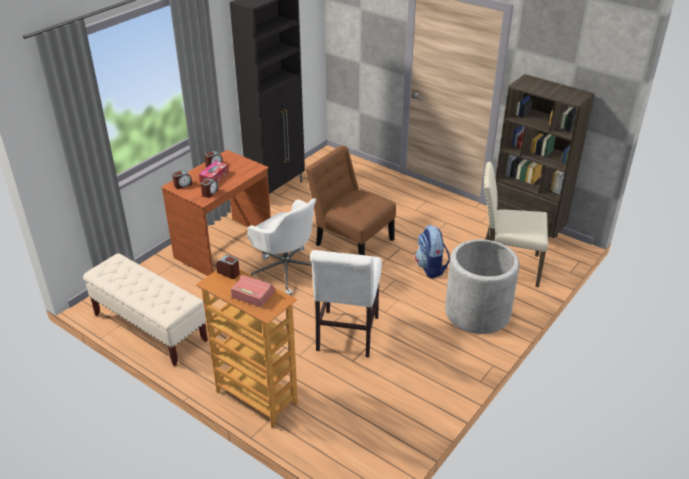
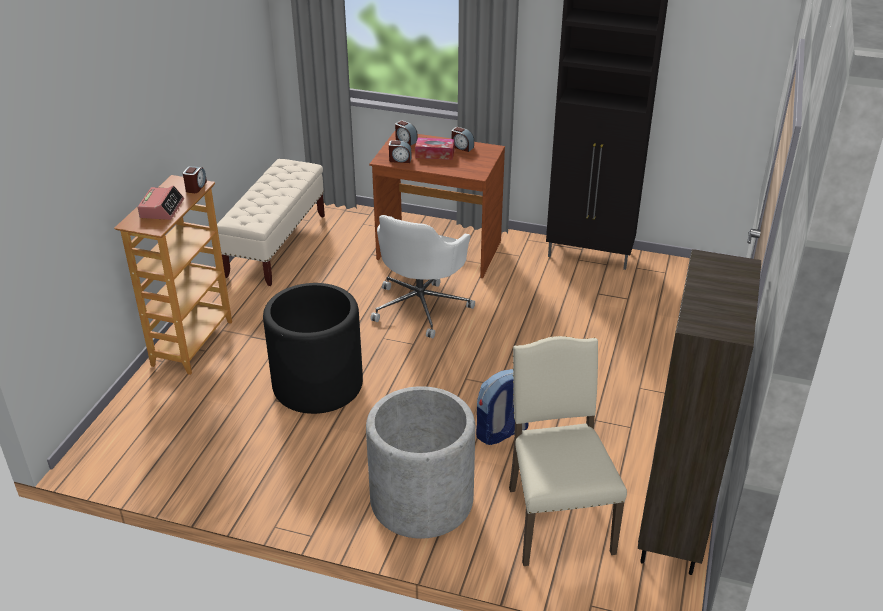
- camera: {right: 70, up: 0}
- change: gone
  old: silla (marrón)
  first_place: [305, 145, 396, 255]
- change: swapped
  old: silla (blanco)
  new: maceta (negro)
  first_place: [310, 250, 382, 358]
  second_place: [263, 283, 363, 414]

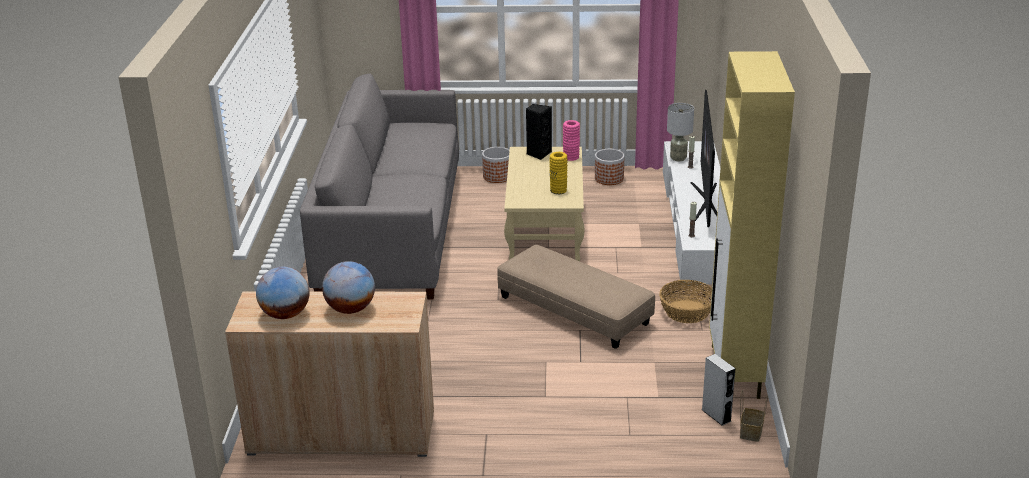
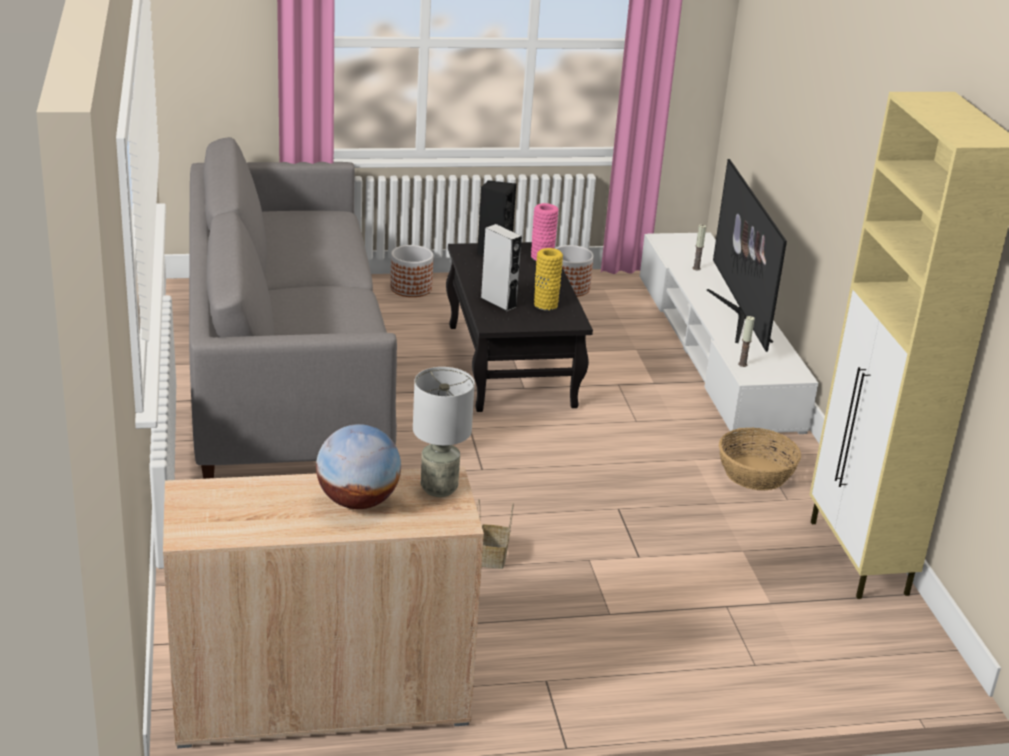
- camera: {right: -15, up: 0}
- change: gone
  old: globo terráqueo
  first_place: [256, 267, 309, 319]
- change: gone
  old: puf (beis)
  first_place: [497, 245, 655, 349]
- change: shifted
  old: lámpara de mesa (gris)
  first_place: [667, 103, 694, 161]
  second_place: [413, 367, 475, 497]
- change: shifted
  old: altavoz (gris)
  first_place: [702, 354, 735, 426]
  second_place: [481, 224, 522, 311]
- change: shifted
  old: cesta
  first_place: [740, 390, 768, 442]
  second_place: [477, 499, 513, 569]
- change: repainted
  old: mesa de centro (beis)
  new: mesa de centro (negro)
  first_place: [504, 147, 584, 261]
  second_place: [446, 242, 593, 412]

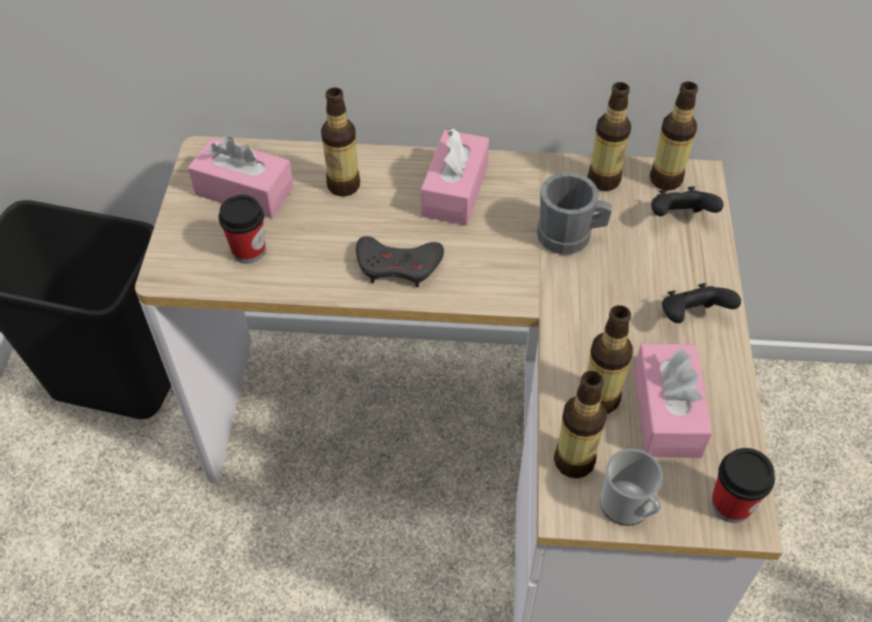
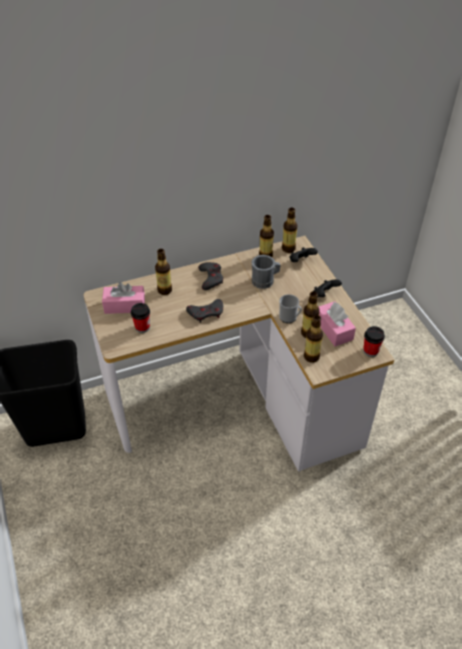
- camera: {right: -25, up: -5}
- change: shifted
  old: taza grande
  first_place: [600, 449, 663, 526]
  second_place: [279, 294, 302, 323]
- change: swapped
  old: caja de pañuelos (rosa)
  new: mando de consola (gris)
  first_place: [421, 128, 489, 226]
  second_place: [198, 262, 223, 290]

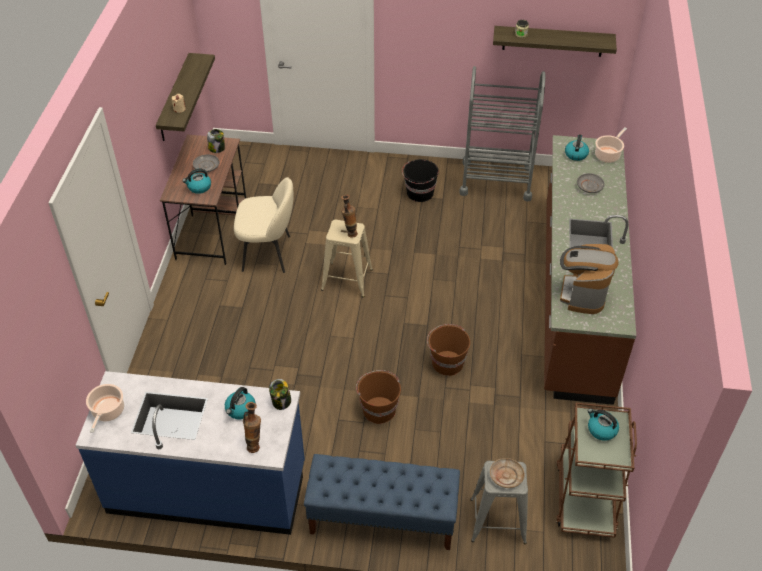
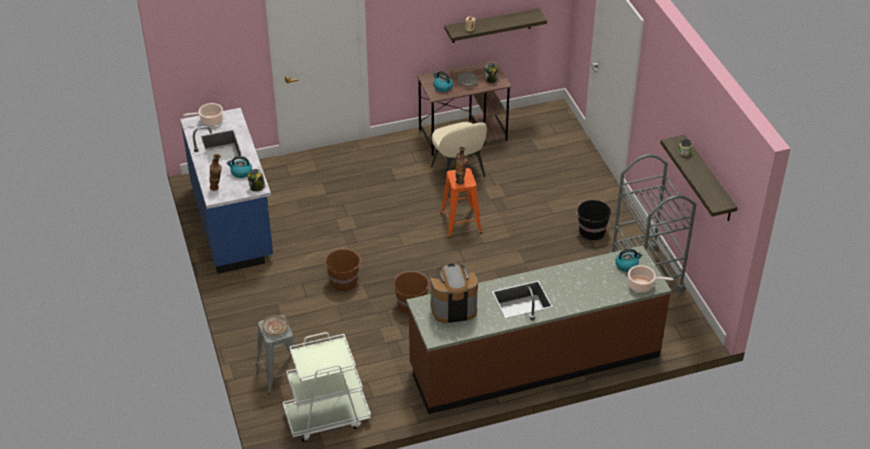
- camera: {right: 65, up: -5}
- change: gone
  old: banco (azul)
  first_place: [304, 454, 460, 550]
- change: gone
  old: plato (gris)
  first_place: [577, 173, 605, 193]
- change: gone
  old: hervidor
  first_place: [588, 409, 619, 441]
- change: repainted
  old: taburete (beis)
  new: taburete (naranja)
  first_place: [321, 220, 373, 297]
  second_place: [440, 168, 482, 238]
- change: repainted
  old: carrito (marrón)
  new: carrito (blanco)
  first_place: [556, 403, 637, 538]
  second_place: [283, 332, 371, 442]

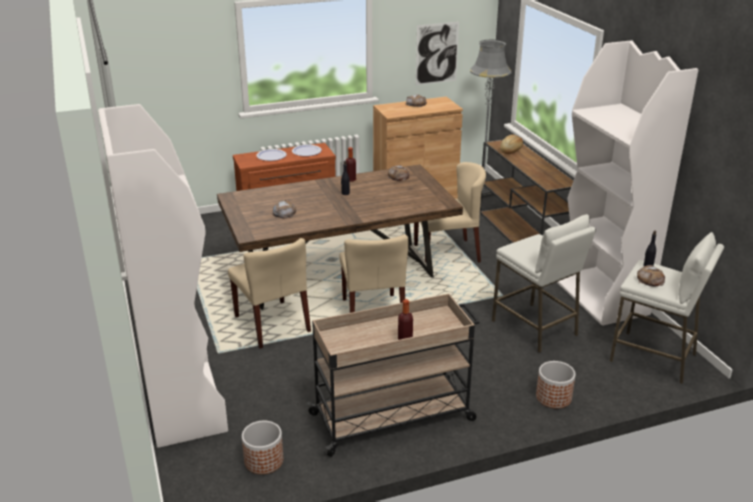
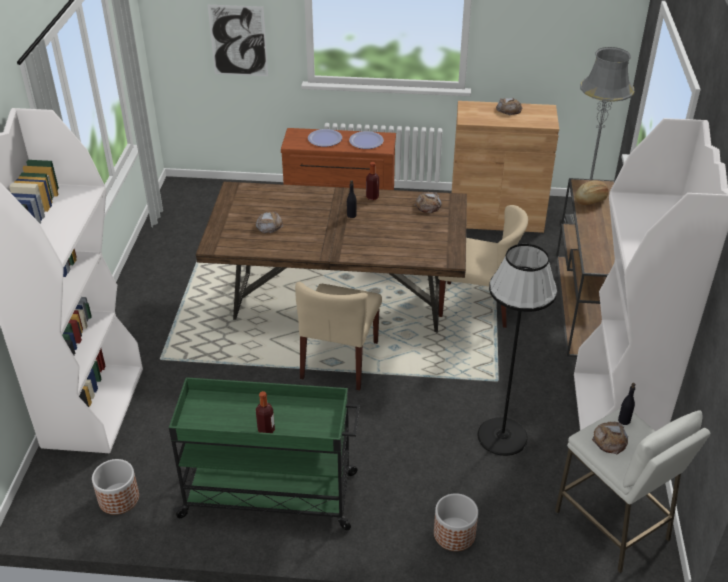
- camera: {right: 25, up: 10}
- change: gone
  old: silla (beis)
  first_place: [228, 238, 311, 349]
- change: shifted
  old: cuadro
  first_place: [416, 22, 459, 85]
  second_place: [208, 5, 268, 76]
- change: swapped
  old: taburete (blanco)
  new: lámpara de pie (negro)
  first_place: [492, 214, 596, 353]
  second_place: [478, 243, 557, 456]
- change: repainted
  old: carrito (beis)
  new: carrito (verde)
  first_place: [306, 294, 480, 457]
  second_place: [169, 377, 360, 530]

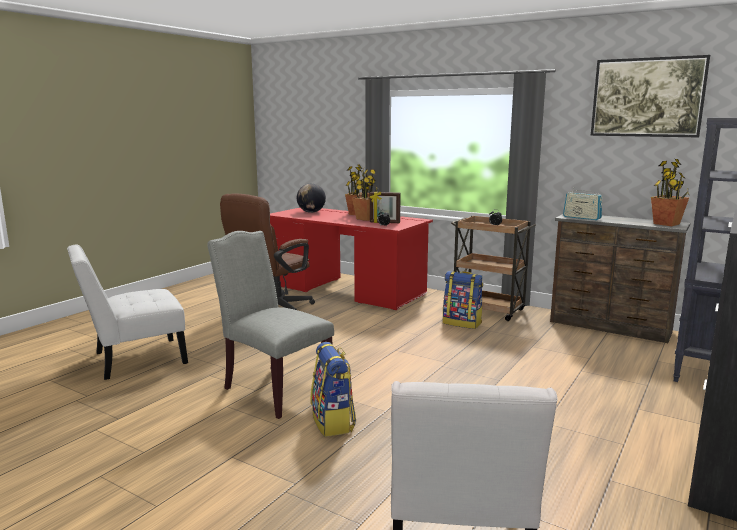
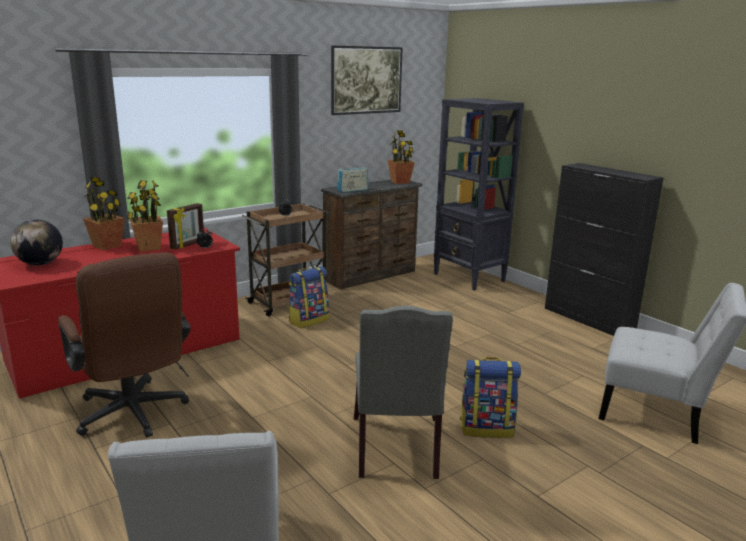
- camera: {right: -70, up: 5}
- change: rotated
  old: silla (gris)
  first_place: [207, 231, 334, 419]
  second_place: [354, 306, 453, 479]
  degrees: -60

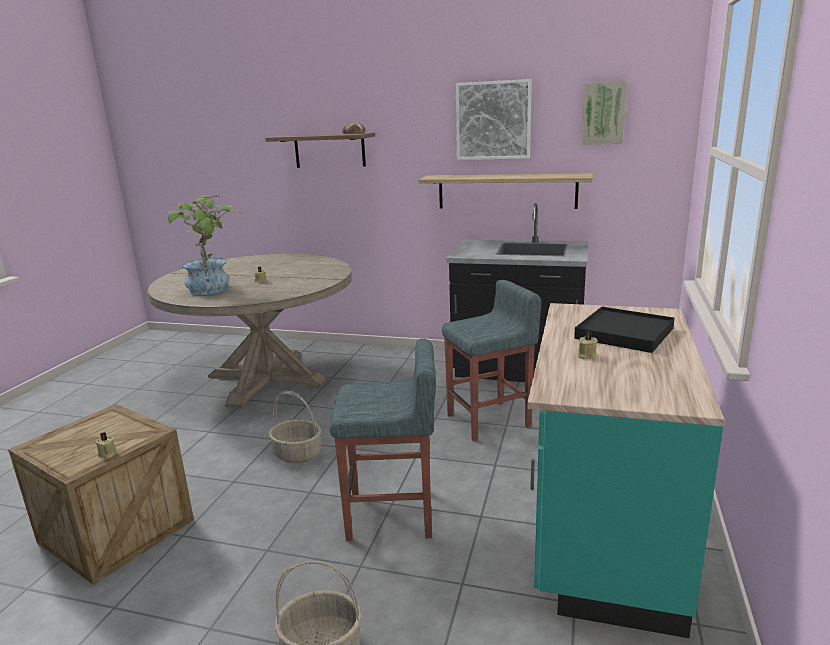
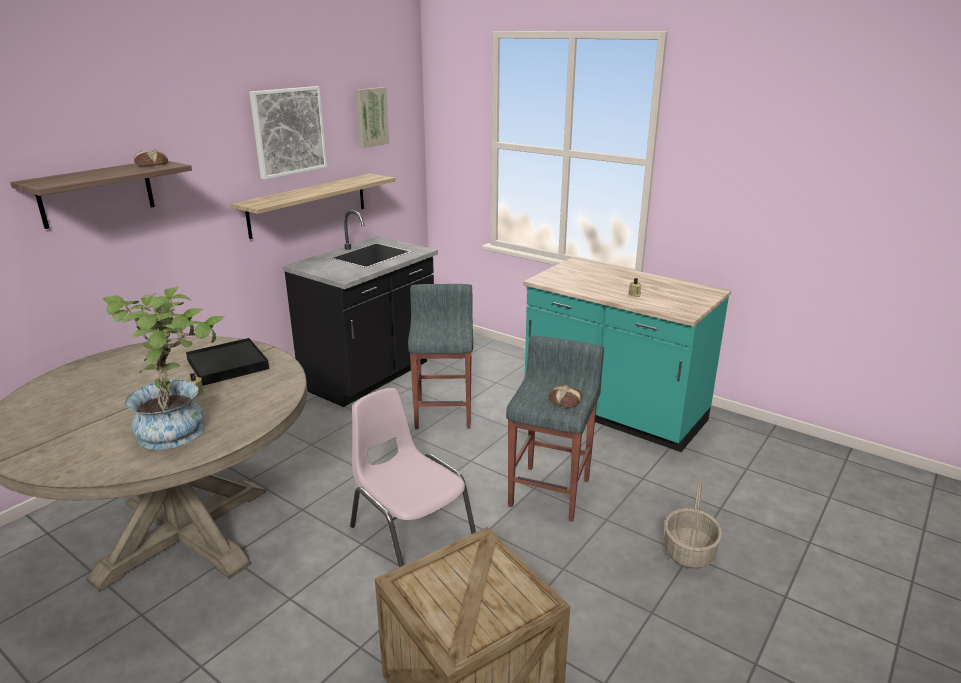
- camera: {right: -70, up: 5}
- change: gone
  old: vela (beis)
  first_place: [96, 432, 118, 459]
- change: new
  new: pan
  second_place: [549, 385, 582, 408]
- change: shifted
  old: bandeja (negro)
  first_place: [574, 307, 675, 353]
  second_place: [186, 338, 269, 386]
- change: swapped
  old: cesta
  new: silla (rosa)
  first_place: [269, 391, 321, 463]
  second_place: [350, 388, 476, 567]

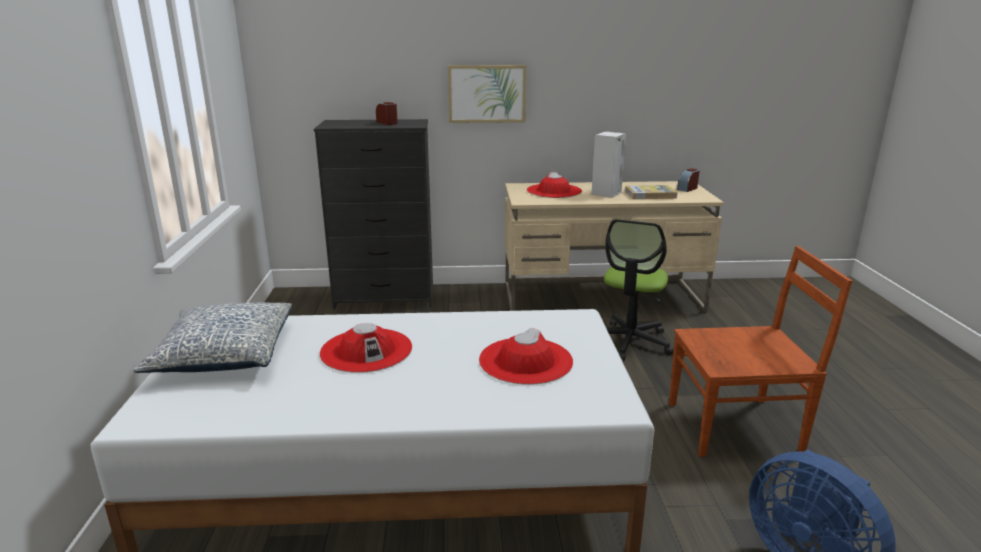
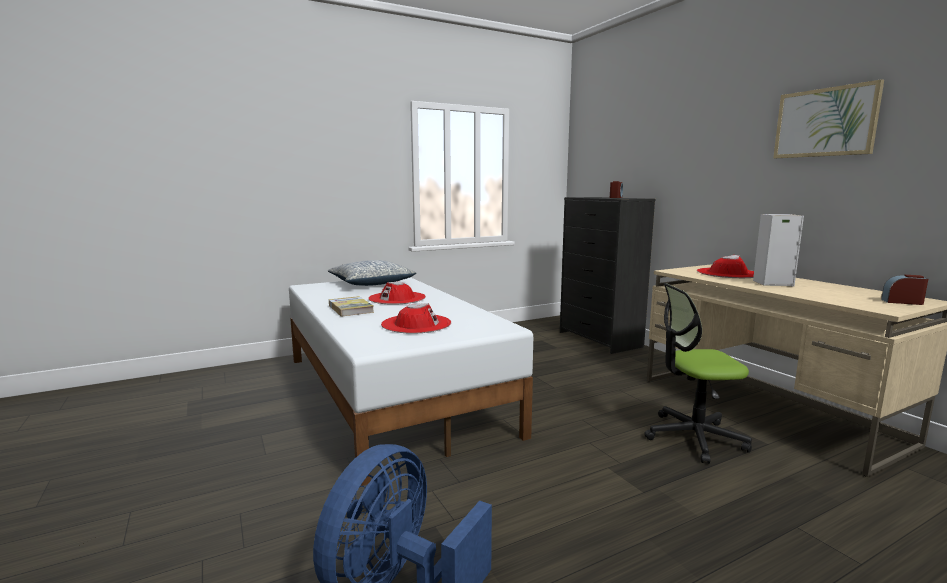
- camera: {right: 65, up: -10}
- change: gone
  old: silla (marrón)
  first_place: [669, 246, 852, 457]
- change: shifted
  old: cuadro
  first_place: [448, 65, 526, 123]
  second_place: [773, 79, 884, 158]
- change: shifted
  old: libro
  first_place: [625, 185, 678, 199]
  second_place: [329, 296, 374, 317]

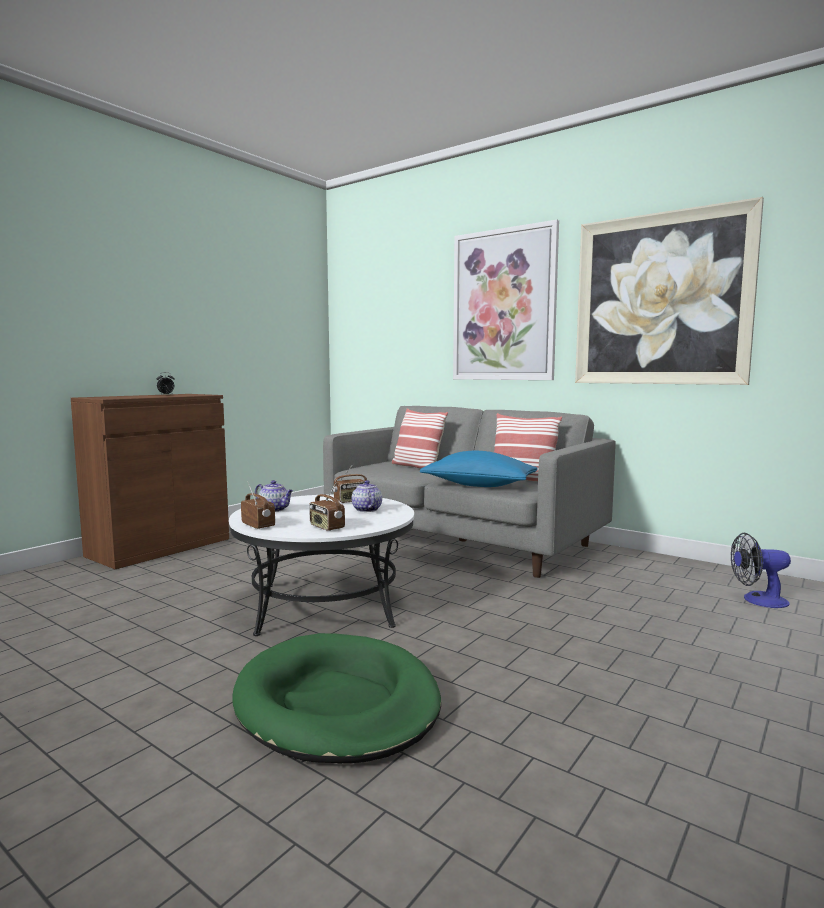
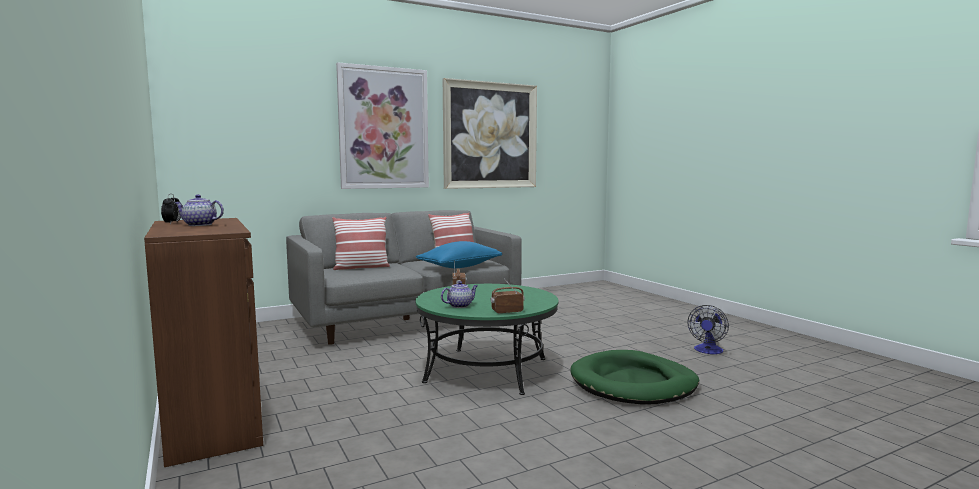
- camera: {right: -65, up: 0}
- change: gone
  old: radio
  first_place: [309, 483, 345, 531]
- change: shifted
  old: tetera
  first_place: [351, 480, 382, 512]
  second_place: [175, 195, 224, 226]
- change: shifted
  old: ventilador
  first_place: [731, 532, 791, 608]
  second_place: [688, 305, 729, 354]
- change: repainted
  old: mesa de centro (blanco)
  new: mesa de centro (verde)
  first_place: [229, 494, 414, 636]
  second_place: [416, 284, 558, 395]

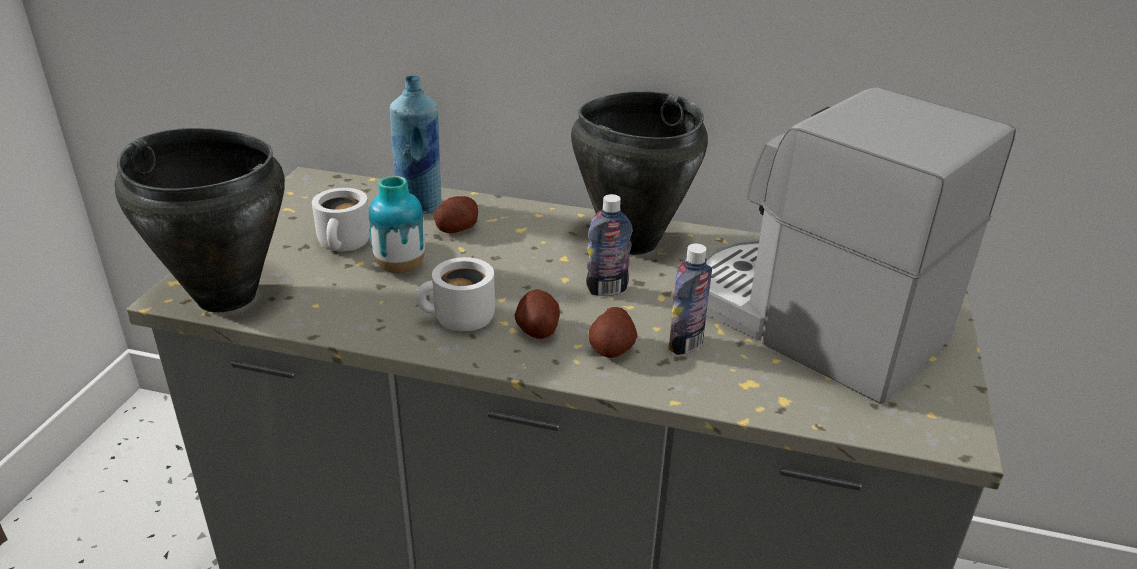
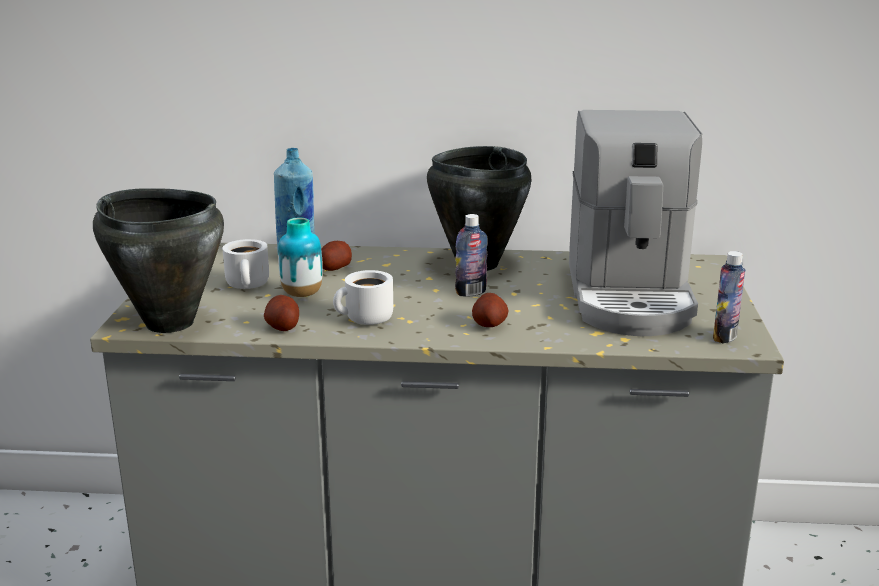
- camera: {right: -10, up: -10}
- change: shifted
  old: patata
  first_place: [515, 289, 560, 339]
  second_place: [264, 295, 299, 331]
- change: shifted
  old: botella
  first_place: [668, 243, 712, 355]
  second_place: [713, 251, 745, 344]
- change: rotated
  old: cafetera
  first_place: [706, 87, 1016, 404]
  second_place: [569, 110, 702, 336]
  degrees: -120

